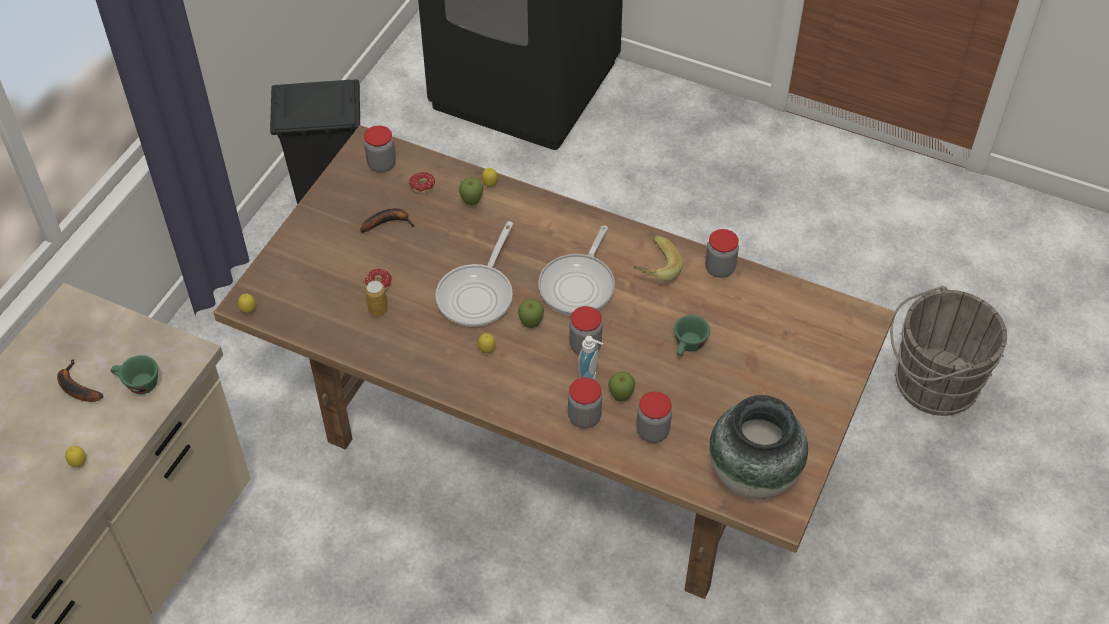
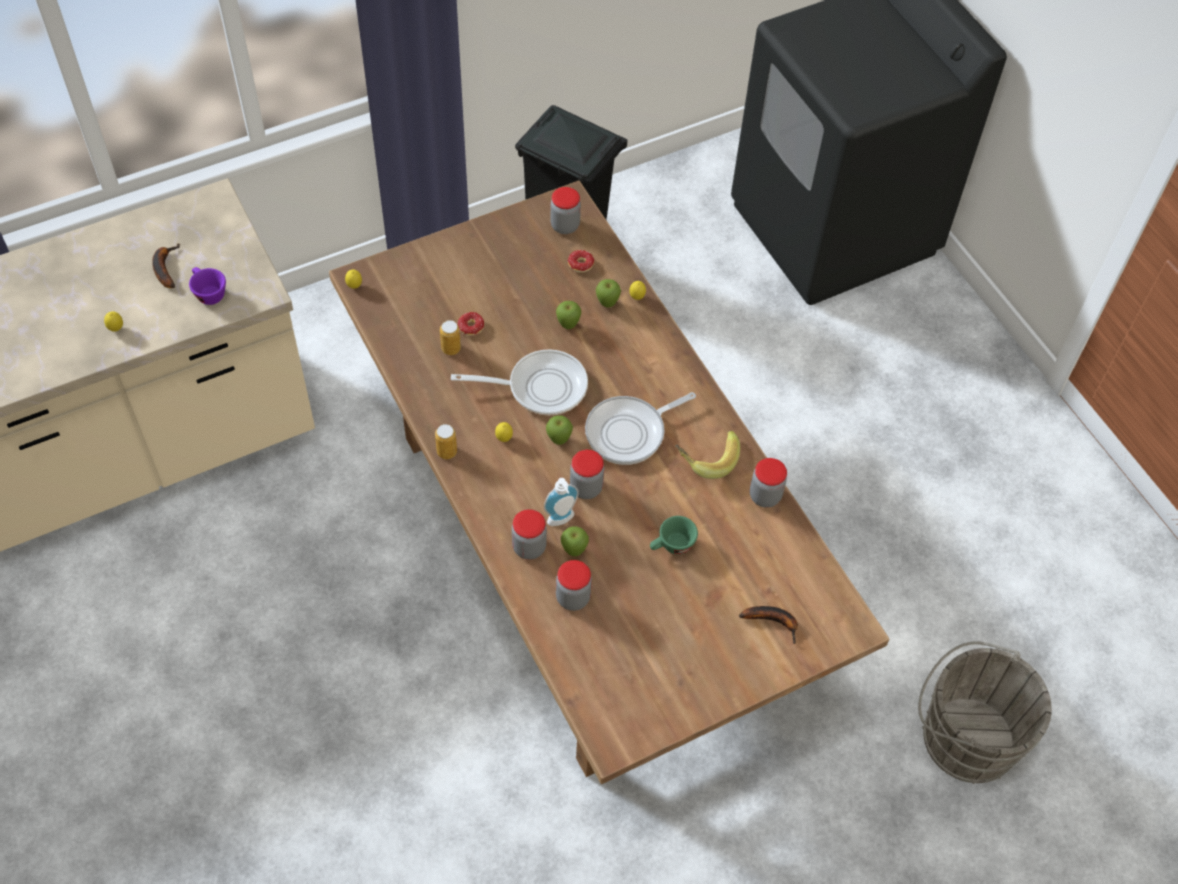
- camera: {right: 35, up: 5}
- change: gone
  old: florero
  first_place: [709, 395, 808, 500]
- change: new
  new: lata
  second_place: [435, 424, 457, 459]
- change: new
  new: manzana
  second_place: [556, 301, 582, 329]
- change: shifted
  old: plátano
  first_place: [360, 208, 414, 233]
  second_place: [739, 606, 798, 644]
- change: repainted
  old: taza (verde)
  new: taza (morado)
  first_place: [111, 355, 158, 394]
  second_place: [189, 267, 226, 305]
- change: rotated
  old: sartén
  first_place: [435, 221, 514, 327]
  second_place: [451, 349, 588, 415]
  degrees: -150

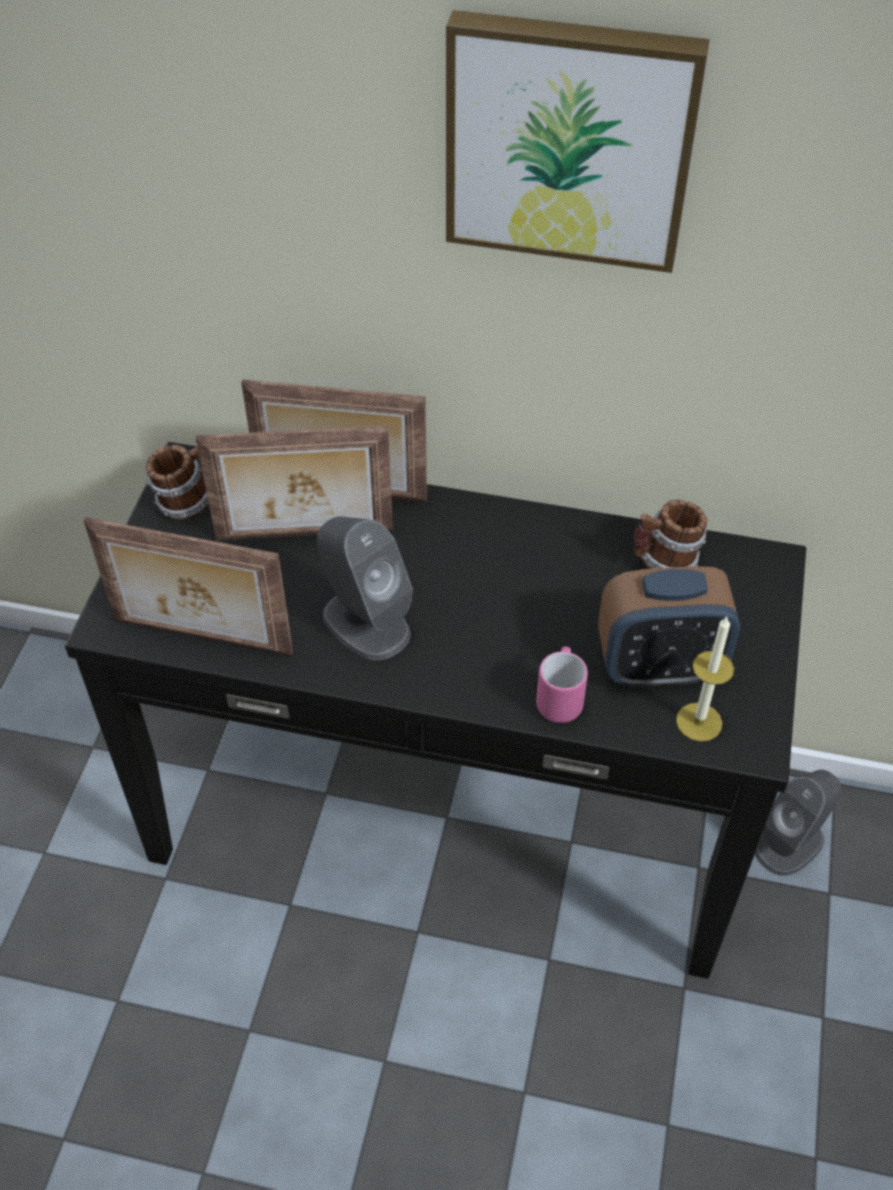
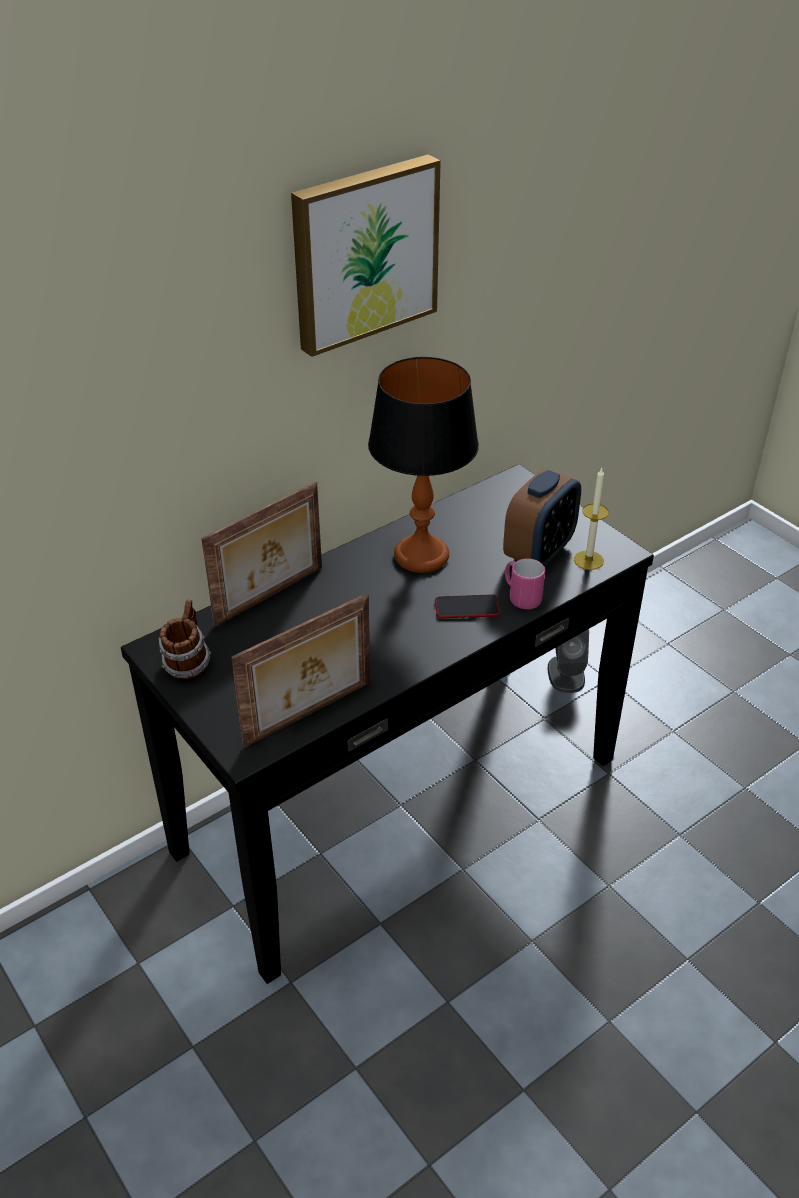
- camera: {right: -50, up: -10}
- change: gone
  old: portarretratos
  first_place: [196, 425, 393, 541]
- change: gone
  old: altavoz (gris)
  first_place: [317, 516, 413, 660]
- change: gone
  old: taza grande
  first_place: [634, 500, 707, 569]
- change: new
  new: lámpara de mesa
  second_place: [368, 357, 479, 573]
- change: new
  new: móvil
  second_place: [435, 594, 500, 619]

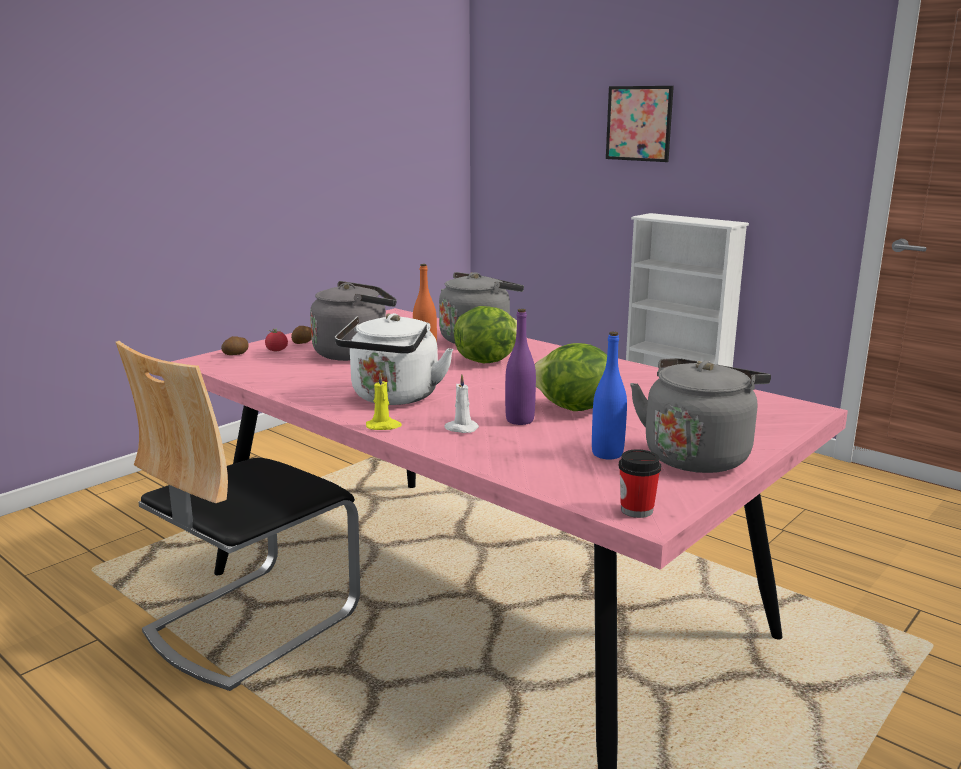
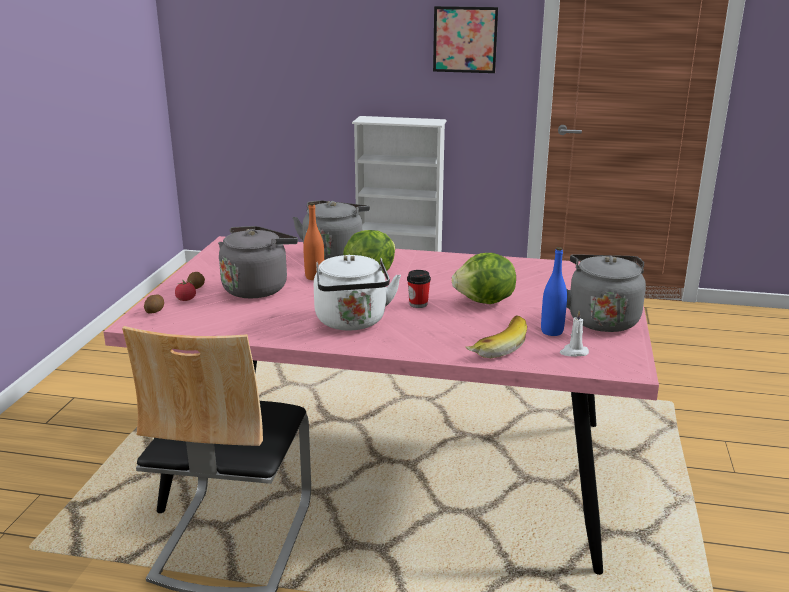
- camera: {right: -30, up: 5}
- change: gone
  old: vela (amarillo)
  first_place: [366, 371, 402, 430]
- change: gone
  old: botella (morado)
  first_place: [505, 309, 536, 425]
- change: new
  new: plátano
  second_place: [465, 315, 527, 358]
- change: shifted
  old: vela (blanco)
  first_place: [444, 374, 479, 433]
  second_place: [560, 310, 589, 357]
- change: shifted
  old: cuadro
  first_place: [606, 86, 674, 162]
  second_place: [433, 6, 498, 73]
- change: shifted
  old: taza
  first_place: [619, 449, 661, 518]
  second_place: [407, 270, 431, 308]

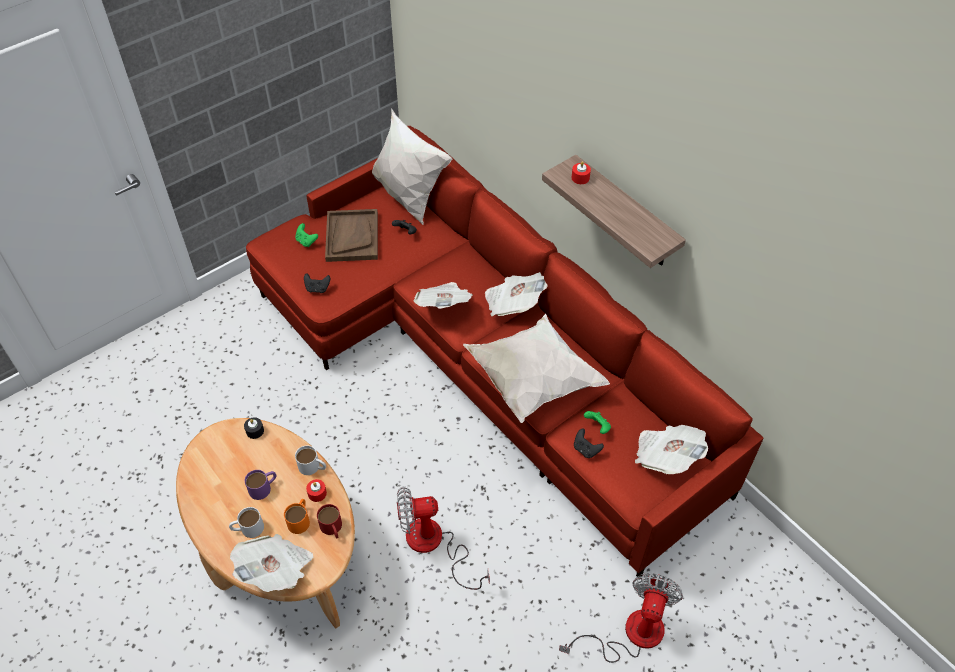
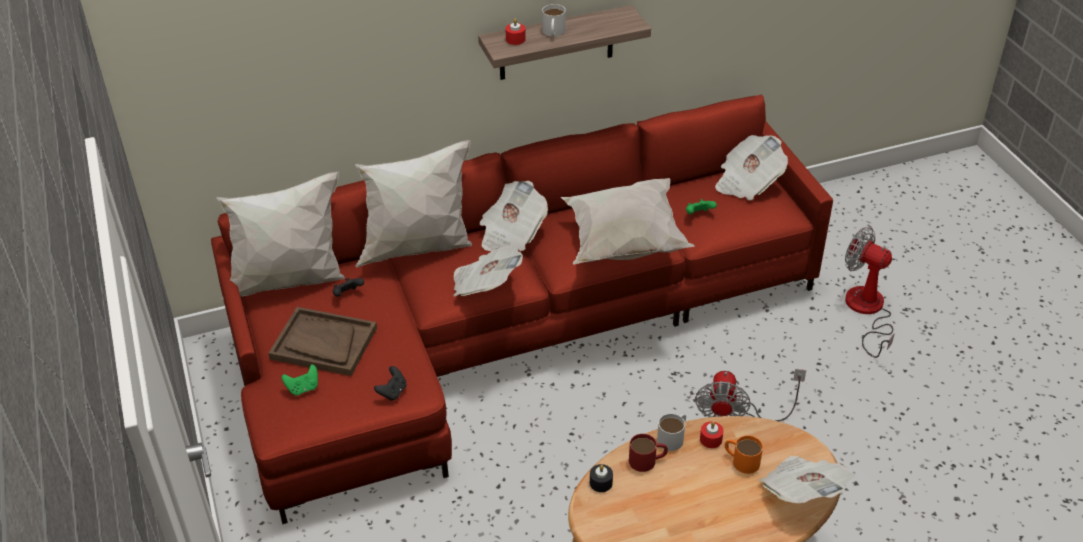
- camera: {right: -70, up: -10}
- change: gone
  old: taza grande (morado)
  first_place: [245, 470, 276, 500]
- change: gone
  old: mando de consola (negro)
  first_place: [574, 428, 604, 458]
- change: new
  new: cojín (blanco)
  second_place: [355, 140, 472, 268]
- change: shifted
  old: taza grande (blanco)
  first_place: [229, 507, 264, 538]
  second_place: [542, 4, 566, 37]
- change: shifted
  old: taza grande (rojo)
  first_place: [317, 504, 342, 539]
  second_place: [629, 434, 668, 472]

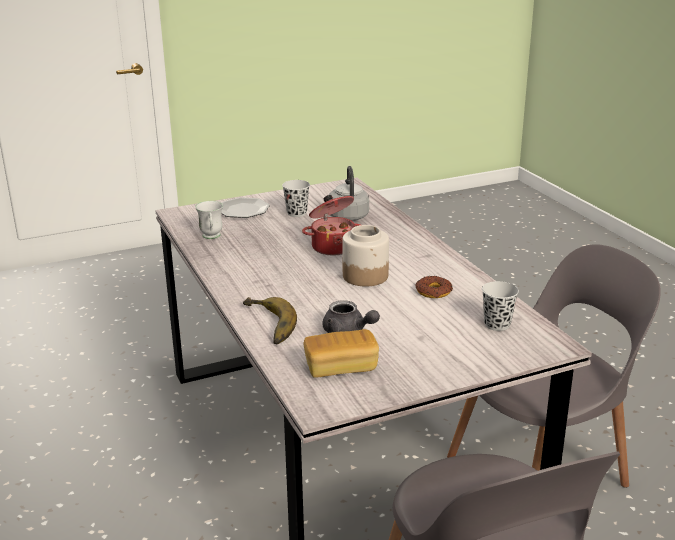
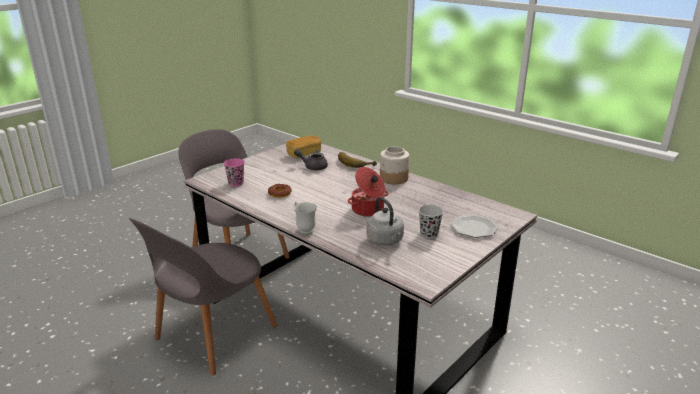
- camera: {right: 155, up: 0}
- change: shifted
  old: taza grande (blanco)
  first_place: [195, 201, 223, 239]
  second_place: [294, 201, 317, 235]
- change: shifted
  old: tarro
  first_place: [342, 225, 389, 287]
  second_place: [380, 146, 409, 185]
- change: repainted
  old: taza (negro)
  new: taza (rosa)
  first_place: [482, 281, 519, 331]
  second_place: [224, 158, 245, 186]

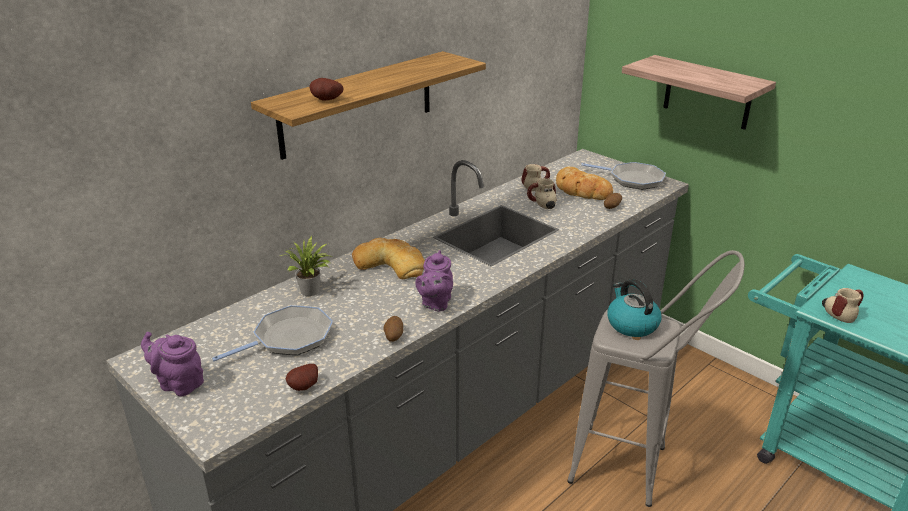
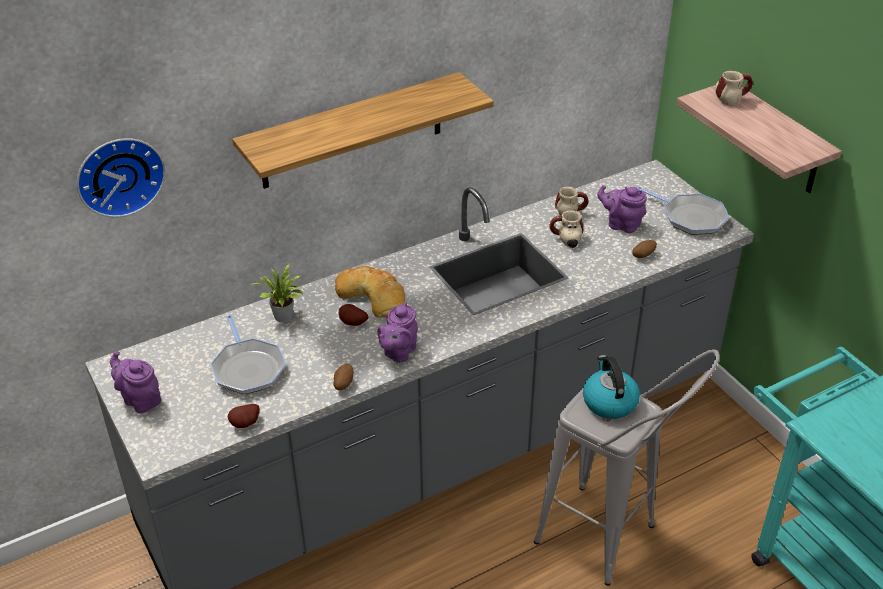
- camera: {right: 15, up: 10}
- change: new
  new: reloj de pared
  second_place: [77, 138, 166, 217]
- change: shifted
  old: patata
  first_place: [310, 78, 344, 101]
  second_place: [339, 304, 368, 326]
- change: shifted
  old: taza grande
  first_place: [822, 288, 863, 323]
  second_place: [715, 71, 752, 106]
- change: swapped
  old: pan
  new: tetera (morado)
  first_place: [556, 167, 613, 200]
  second_place: [597, 185, 647, 233]
- change: rotated
  old: sartén
  first_place: [212, 305, 333, 361]
  second_place: [210, 315, 286, 394]
  degrees: 90

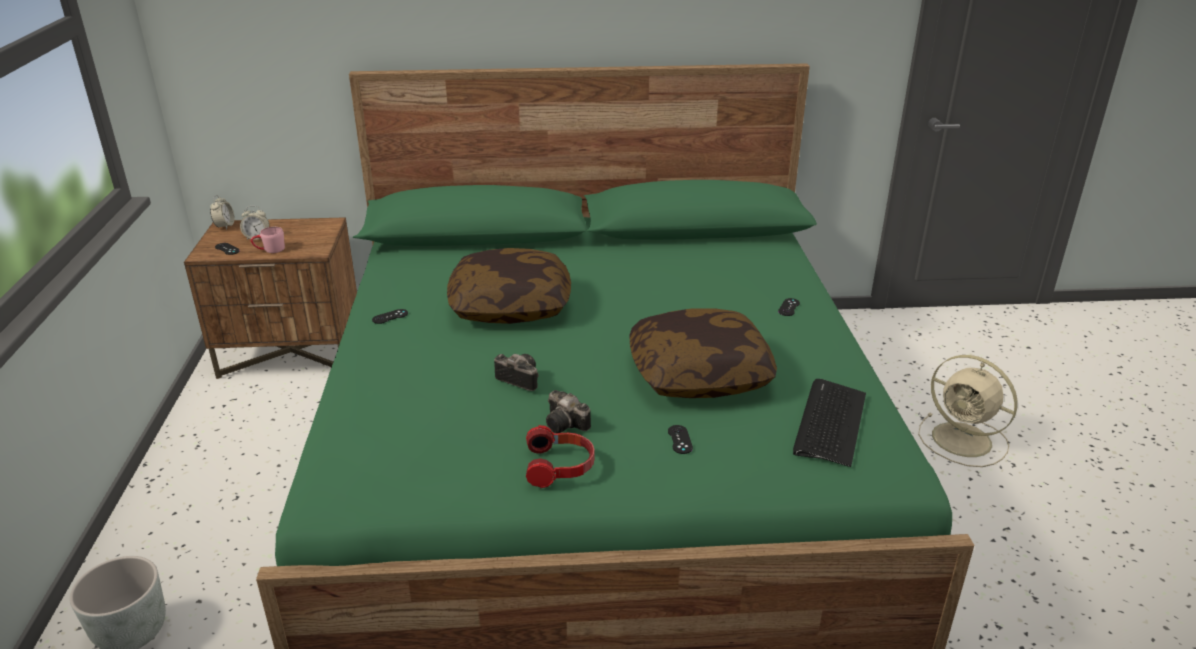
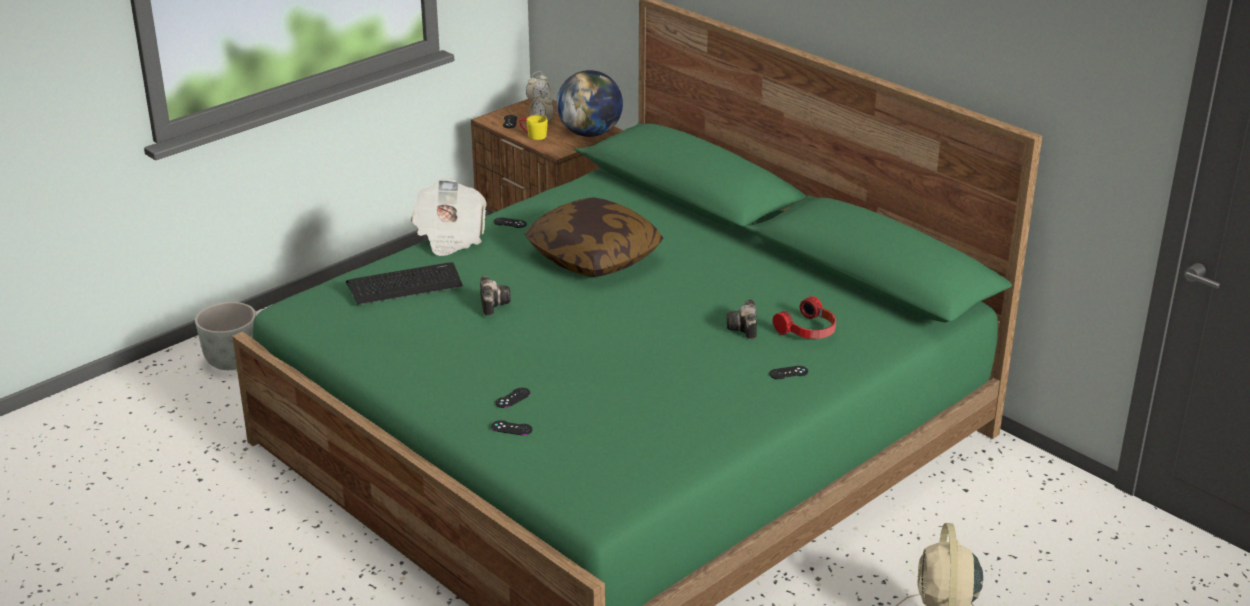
- camera: {right: 50, up: 0}
- change: gone
  old: cojín
  first_place: [629, 308, 777, 398]
- change: new
  new: periódico
  second_place: [411, 178, 487, 256]
- change: new
  new: mando de consola (negro)
  second_place: [491, 420, 533, 435]
- change: new
  new: globo terráqueo
  second_place: [557, 70, 623, 137]
- change: shifted
  old: auriculares
  first_place: [526, 425, 594, 488]
  second_place: [772, 296, 836, 339]
- change: shifted
  old: cámara
  first_place: [546, 390, 591, 433]
  second_place: [727, 300, 757, 339]
- change: shifted
  old: teclado
  first_place: [793, 379, 866, 467]
  second_place: [346, 262, 463, 305]
- change: repainted
  old: taza grande (rosa)
  new: taza grande (amarillo)
  first_place: [251, 227, 285, 253]
  second_place: [519, 115, 548, 140]

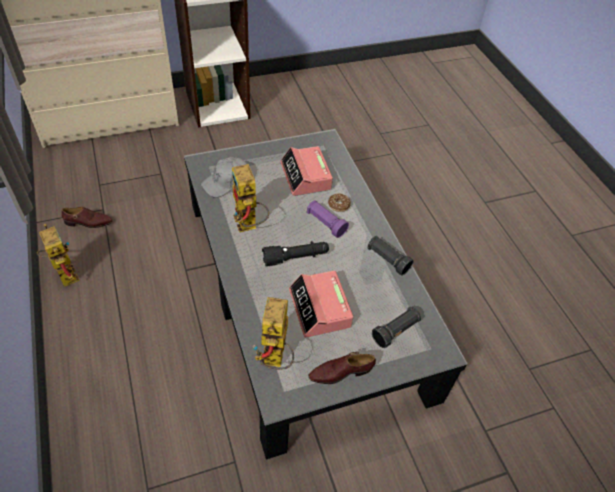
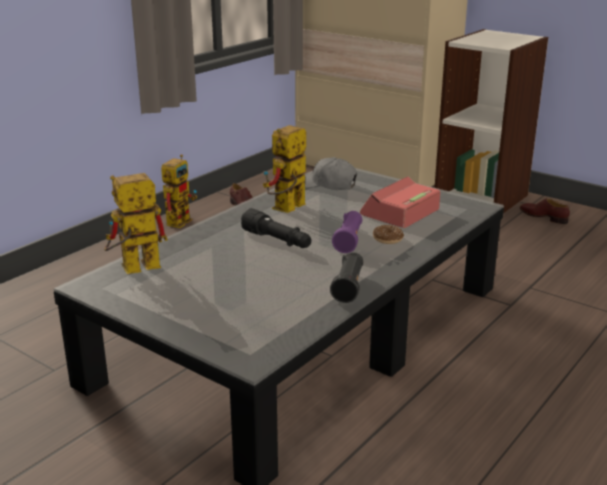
- camera: {right: 60, up: -25}
- change: gone
  old: despertador
  first_place: [289, 270, 354, 337]
- change: gone
  old: linterna (negro)
  first_place: [372, 306, 421, 348]
- change: shifted
  old: zapato (marrón)
  first_place: [309, 352, 376, 384]
  second_place: [520, 198, 570, 224]

